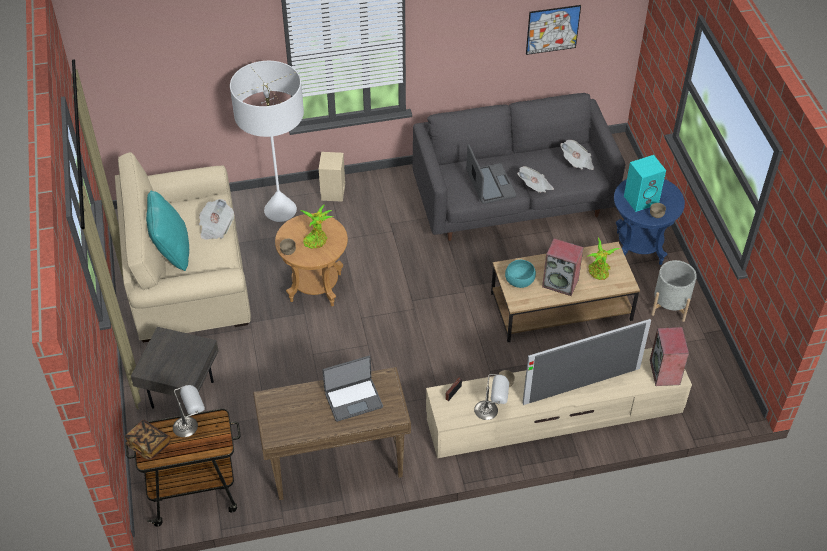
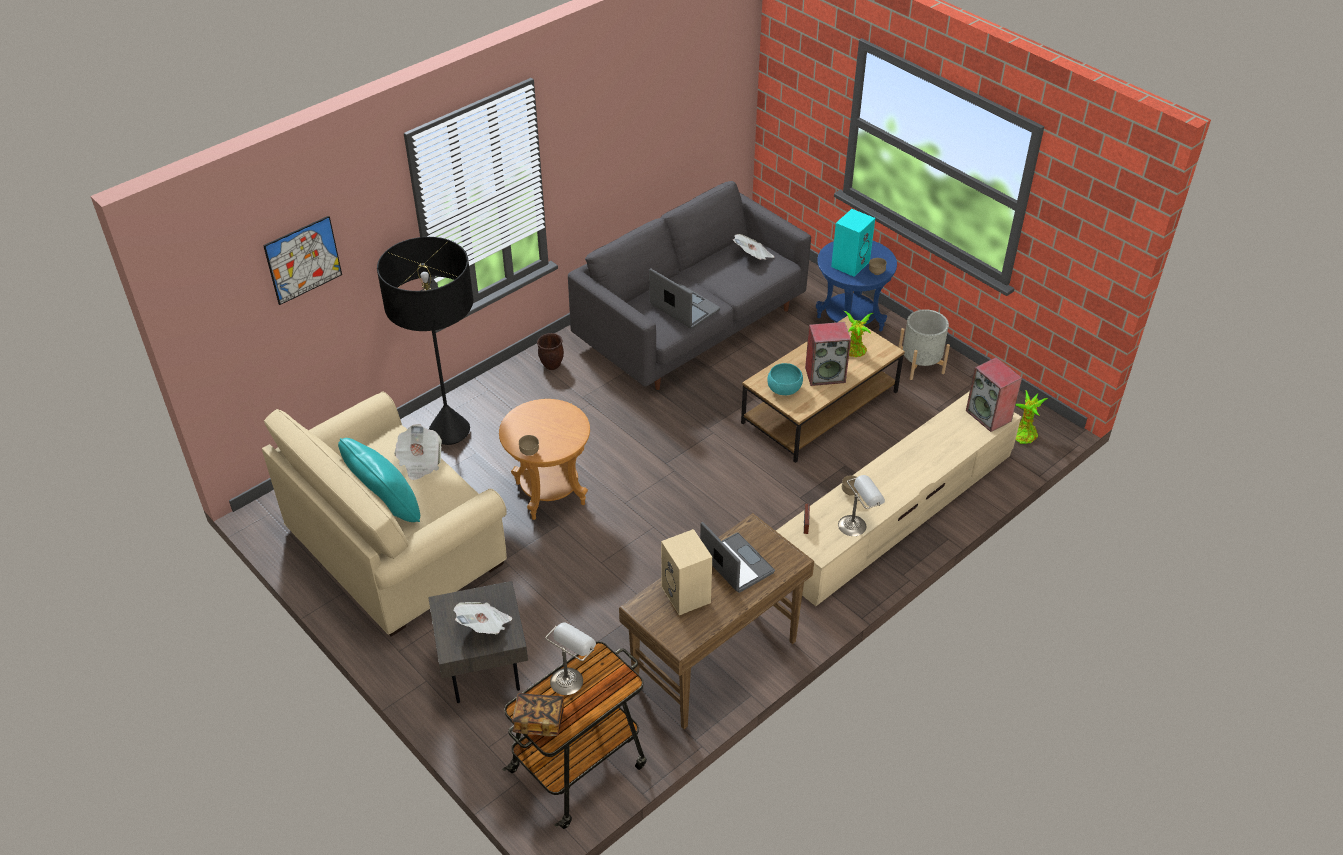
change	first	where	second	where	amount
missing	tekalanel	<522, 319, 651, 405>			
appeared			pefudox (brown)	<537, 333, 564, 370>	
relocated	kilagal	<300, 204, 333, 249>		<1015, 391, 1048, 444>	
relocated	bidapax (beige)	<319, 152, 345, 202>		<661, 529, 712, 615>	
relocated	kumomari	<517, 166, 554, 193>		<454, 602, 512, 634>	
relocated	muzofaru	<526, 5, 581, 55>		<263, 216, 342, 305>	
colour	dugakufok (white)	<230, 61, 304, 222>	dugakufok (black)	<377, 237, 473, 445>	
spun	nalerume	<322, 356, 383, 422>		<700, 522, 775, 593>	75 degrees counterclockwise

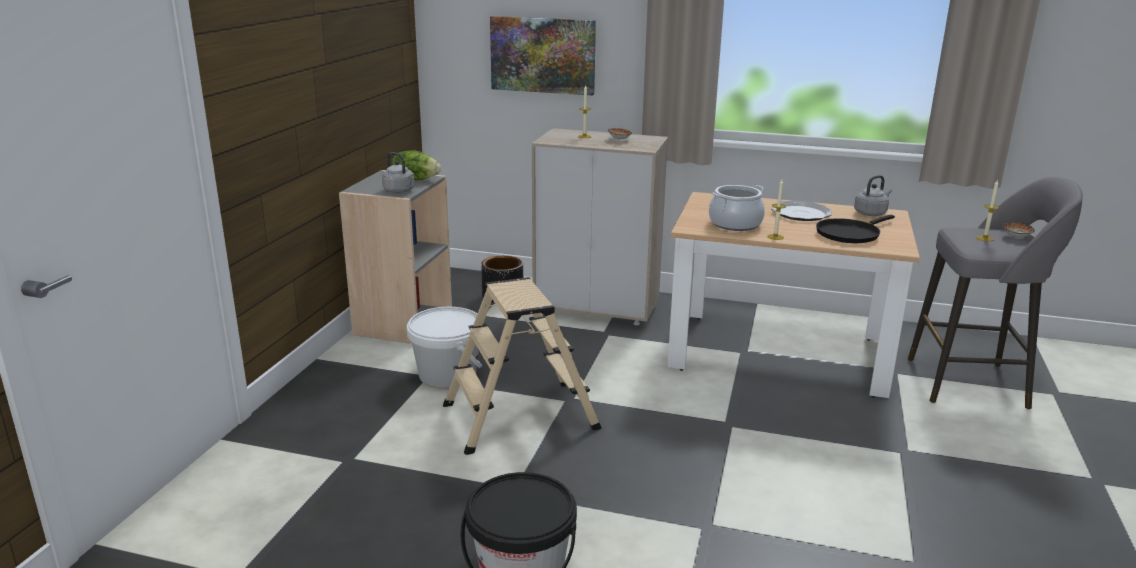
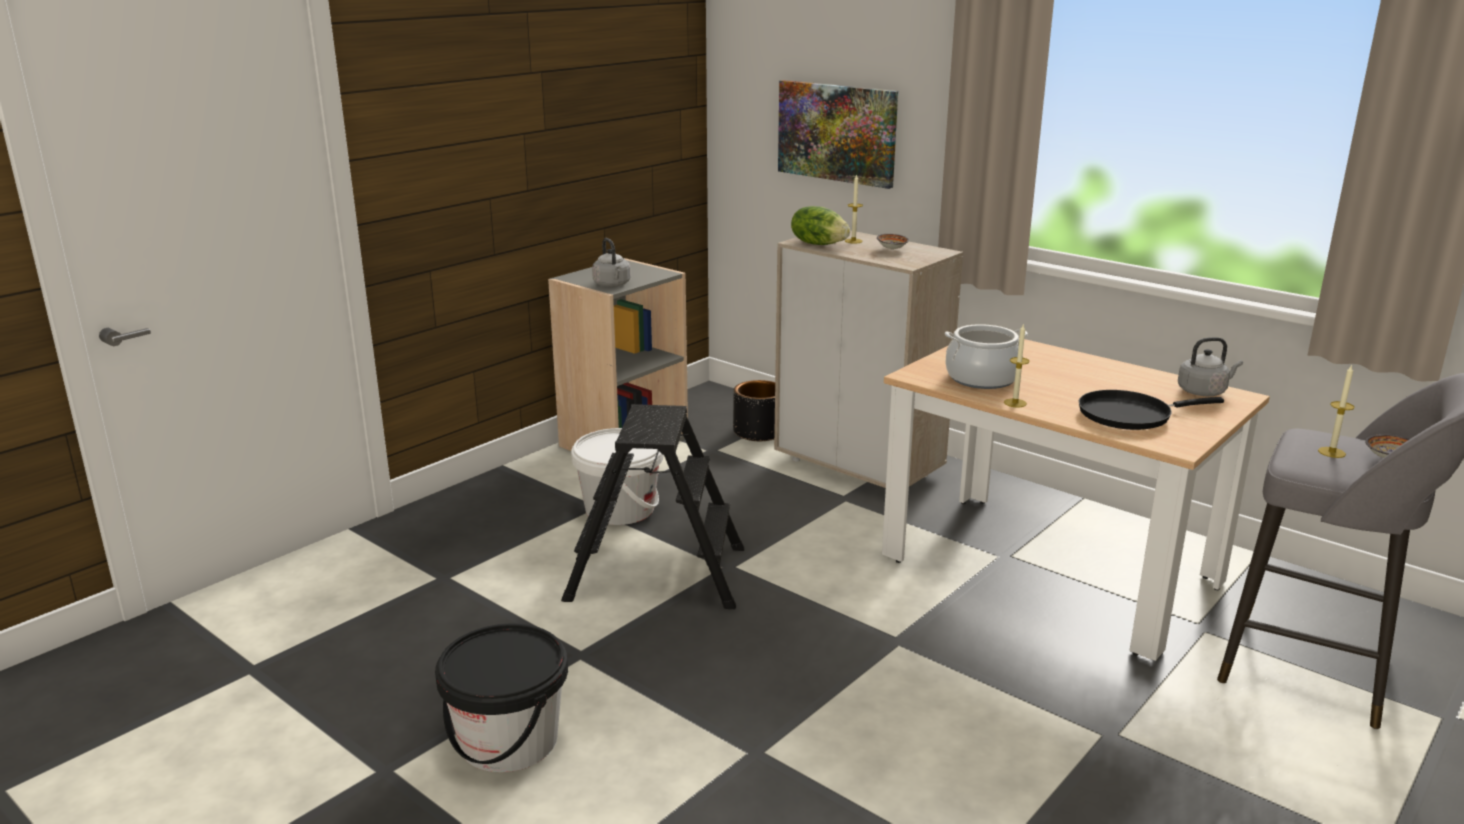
change	first	where	second	where	amount
missing	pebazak	<771, 201, 832, 221>			
relocated	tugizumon	<392, 151, 441, 180>		<791, 206, 850, 245>	
colour	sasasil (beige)	<443, 277, 602, 455>	sasasil (black)	<561, 404, 745, 609>	

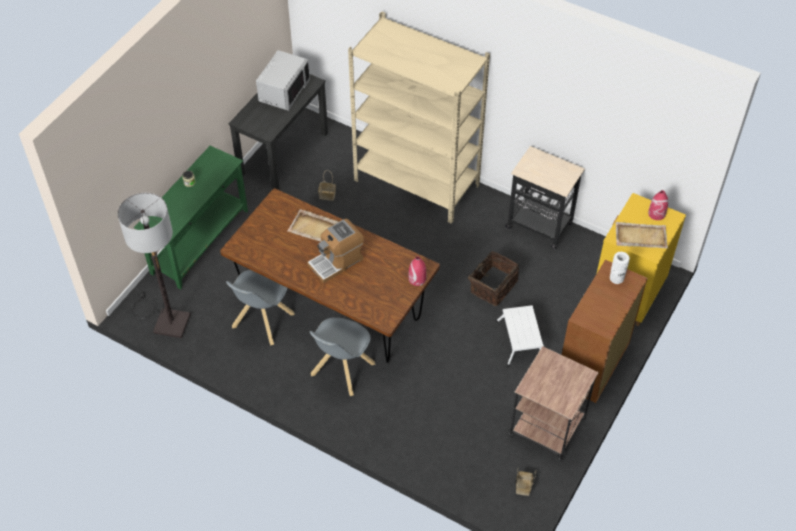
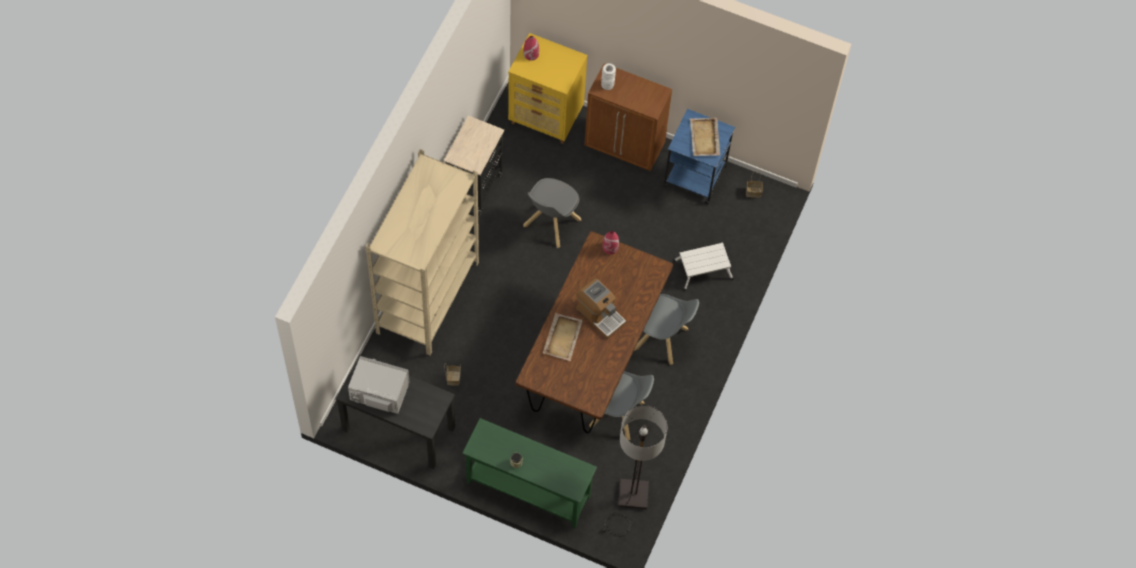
change	first	where	second	where	amount
relocated	sasasil (white)	<495, 305, 544, 367>		<673, 242, 734, 292>	
relocated	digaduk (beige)	<616, 222, 668, 248>		<690, 118, 720, 156>	
exchanged	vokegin	<468, 251, 519, 306>	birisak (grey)	<523, 178, 581, 248>	
colour	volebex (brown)	<509, 346, 599, 462>	volebex (blue)	<663, 109, 735, 204>	

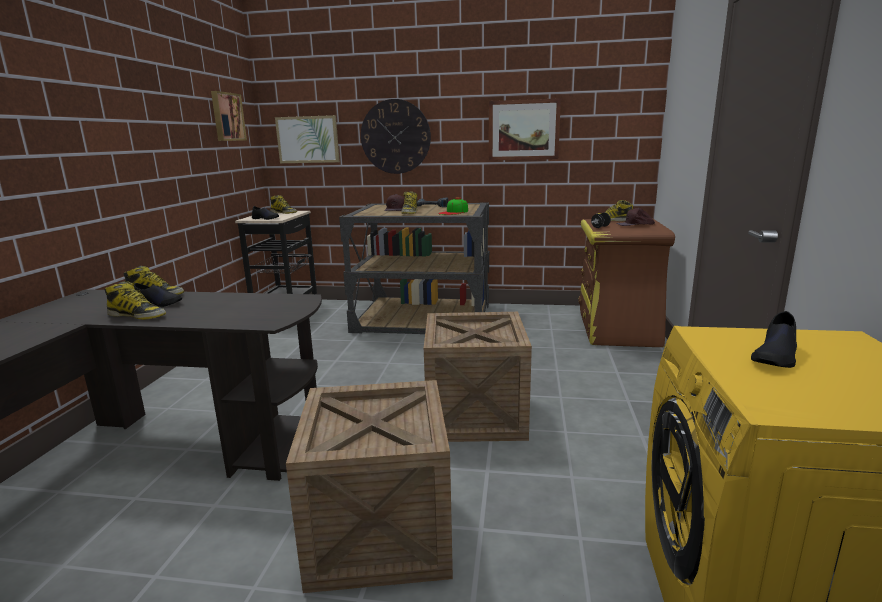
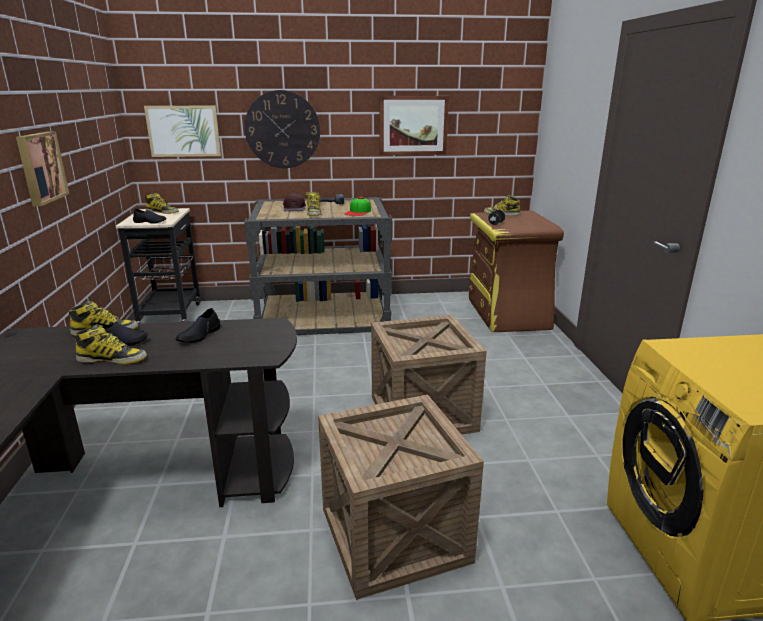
change	first	where	second	where	amount
missing	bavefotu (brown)	<617, 208, 655, 226>			
relocated	muzofaru	<211, 91, 247, 141>		<16, 131, 69, 206>	
relocated	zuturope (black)	<751, 311, 797, 368>		<175, 308, 220, 343>	

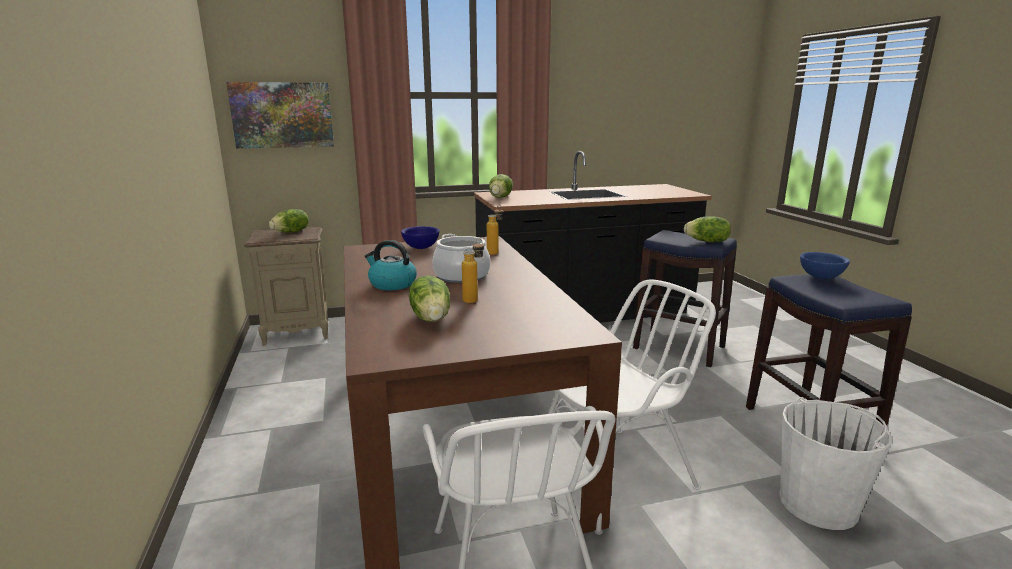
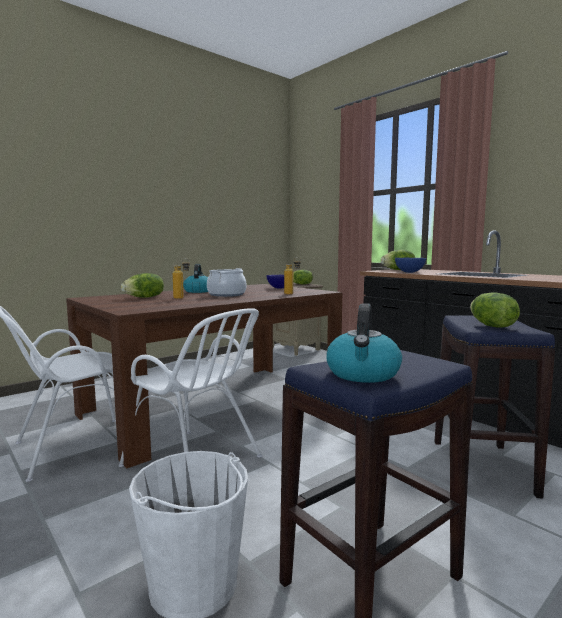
change	first	where	second	where	amount
missing	muzofaru	<226, 82, 334, 148>			
appeared			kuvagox	<326, 303, 402, 383>	
relocated	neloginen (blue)	<800, 252, 850, 279>		<395, 258, 426, 273>	

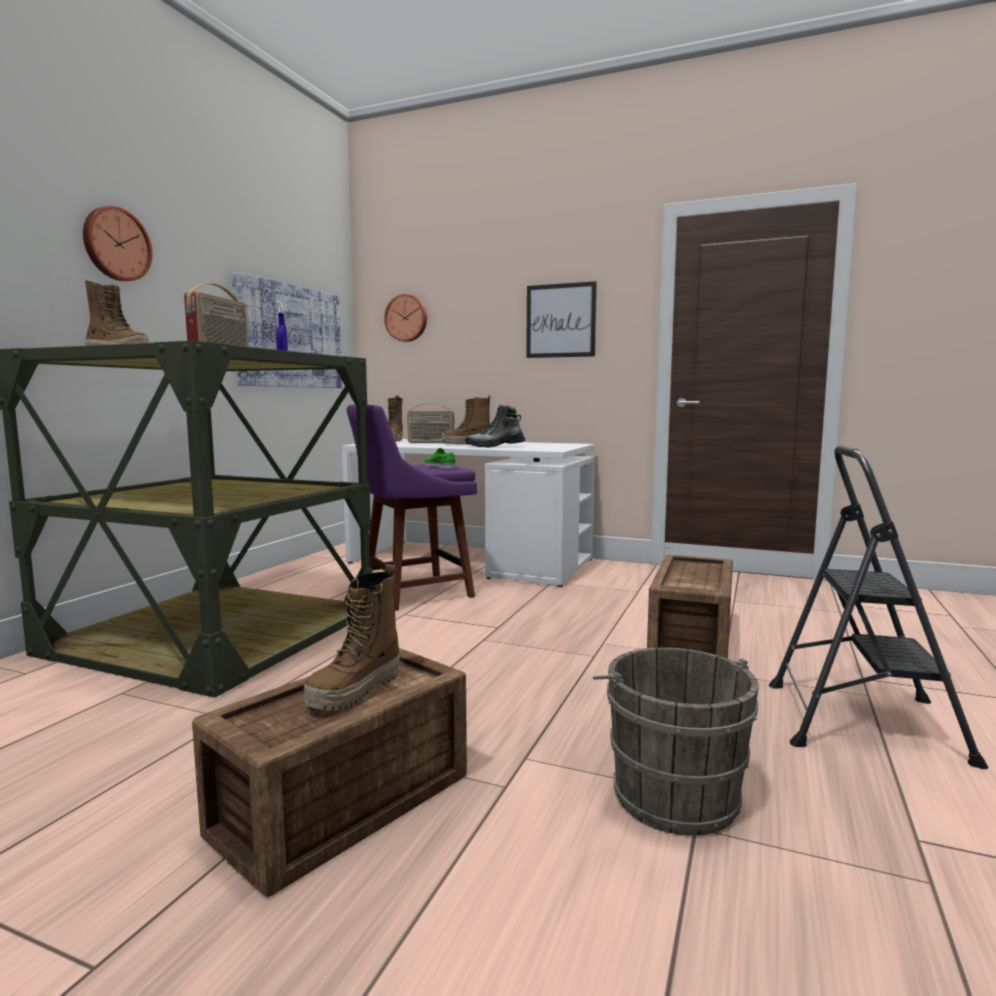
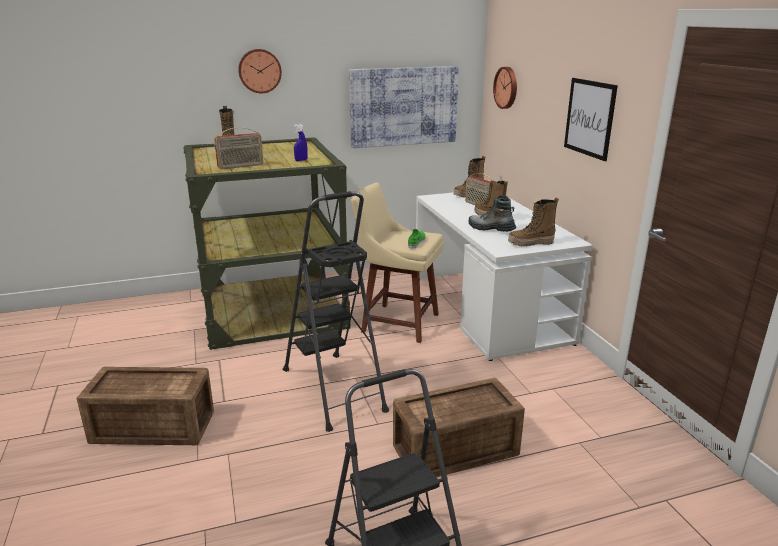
change	first	where	second	where	amount
missing	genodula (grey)	<593, 647, 759, 836>			
appeared			sasasil	<283, 191, 389, 432>	
relocated	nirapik	<304, 564, 400, 711>		<508, 198, 559, 246>	
colour	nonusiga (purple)	<347, 404, 477, 611>	nonusiga (beige)	<351, 183, 443, 343>	

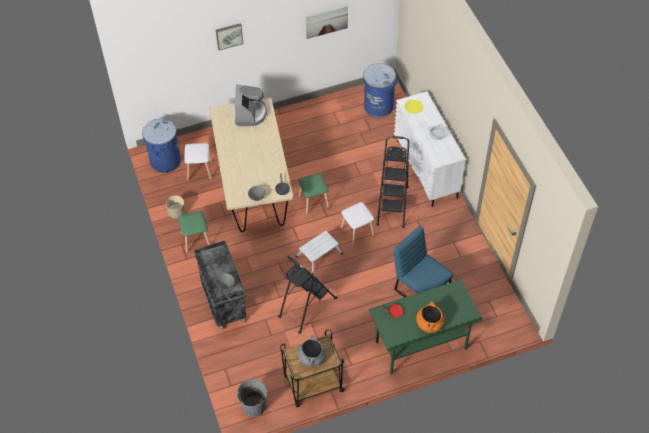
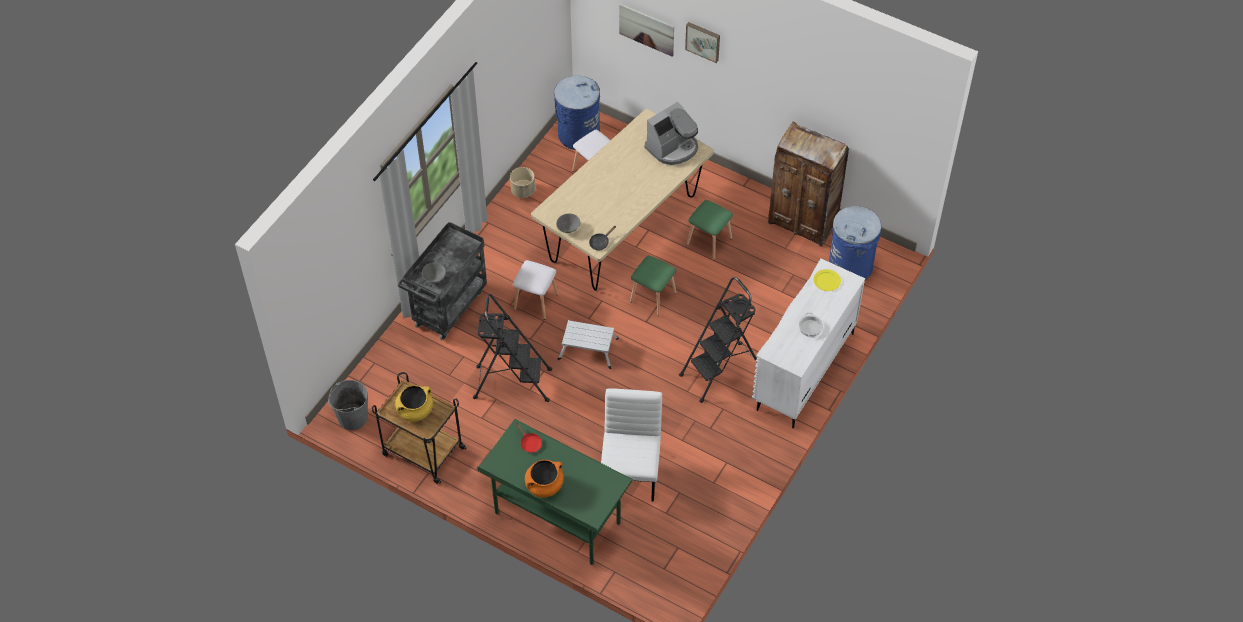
change	first	where	second	where	amount
appeared			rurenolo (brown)	<768, 121, 849, 247>	
relocated	nonusiga (green)	<178, 211, 210, 253>		<686, 200, 733, 260>	
relocated	muzofaru	<306, 6, 348, 39>		<619, 3, 674, 57>	
relocated	nonusiga (white)	<341, 202, 375, 246>		<513, 260, 559, 320>	
colour	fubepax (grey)	<298, 335, 326, 367>	fubepax (yellow)	<395, 385, 433, 422>	
colour	birisak (blue)	<394, 226, 454, 297>	birisak (white)	<601, 388, 662, 502>	

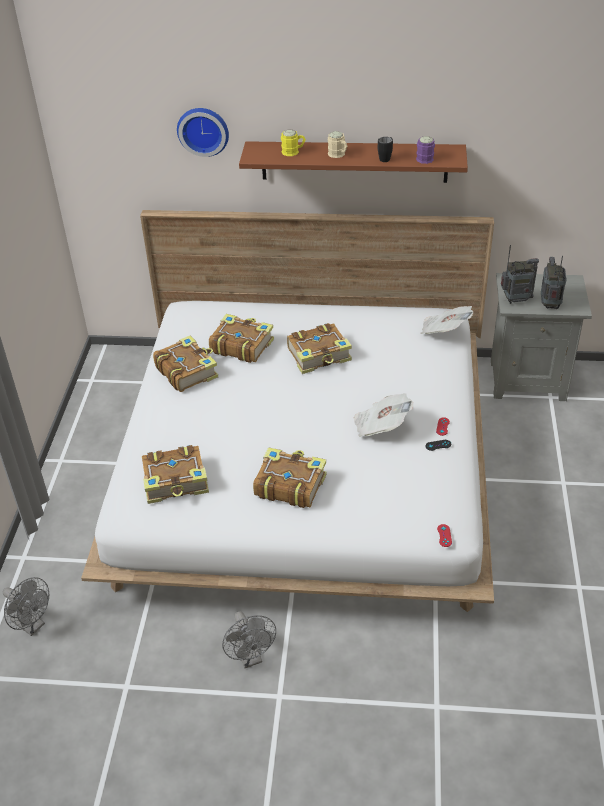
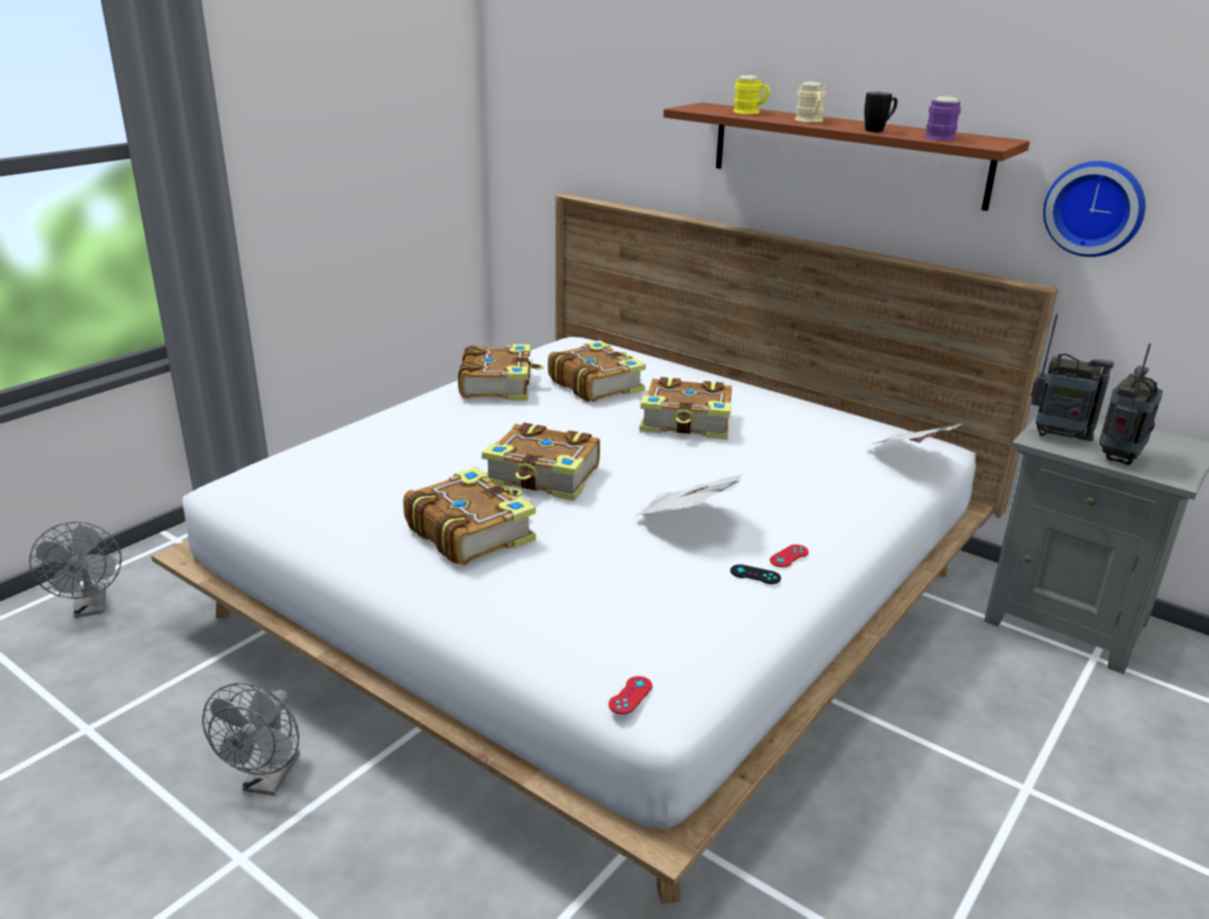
change	first	where	second	where	amount
relocated	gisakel	<142, 445, 209, 504>		<482, 423, 600, 501>	
relocated	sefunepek	<177, 108, 229, 157>		<1043, 161, 1145, 257>	

